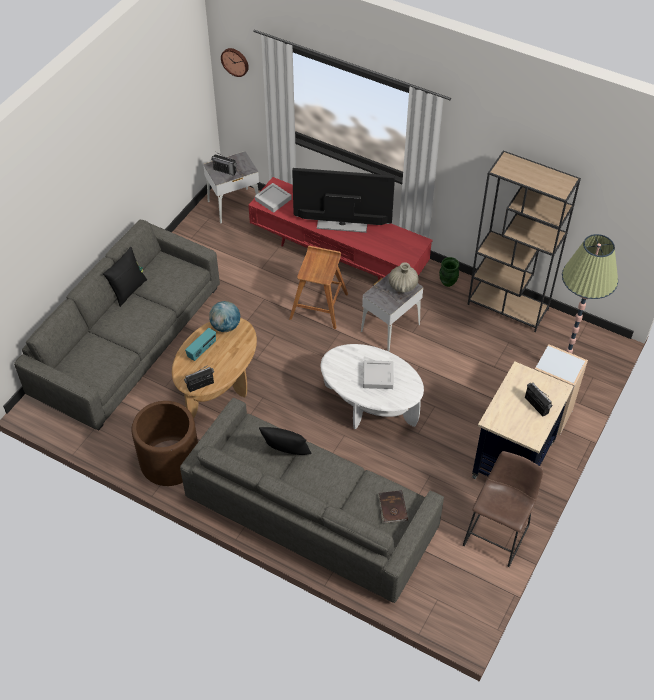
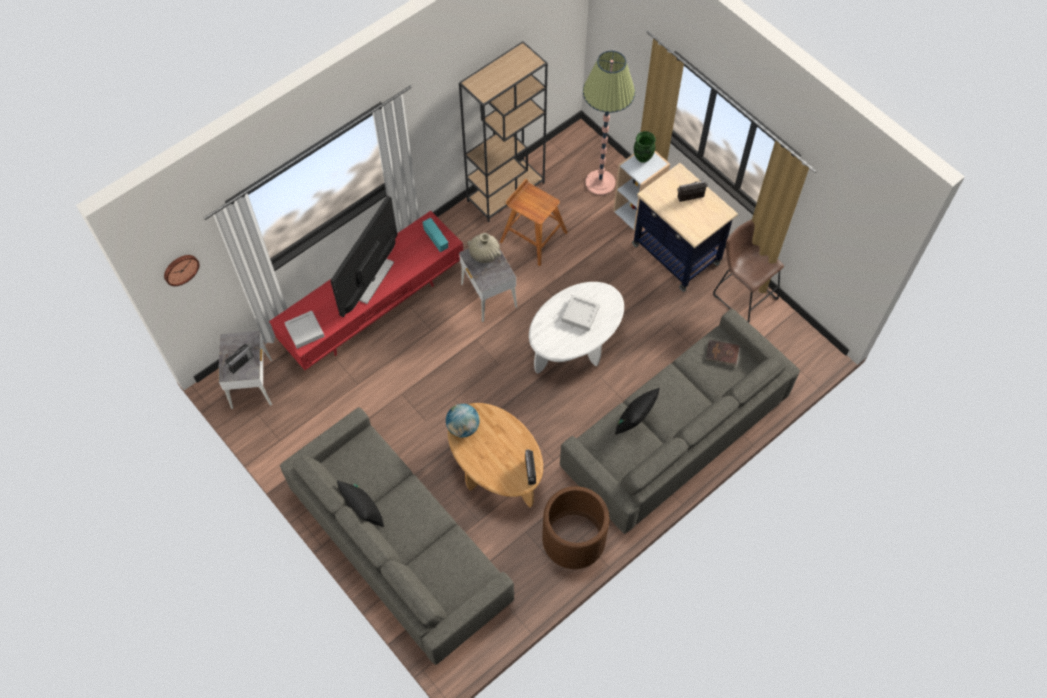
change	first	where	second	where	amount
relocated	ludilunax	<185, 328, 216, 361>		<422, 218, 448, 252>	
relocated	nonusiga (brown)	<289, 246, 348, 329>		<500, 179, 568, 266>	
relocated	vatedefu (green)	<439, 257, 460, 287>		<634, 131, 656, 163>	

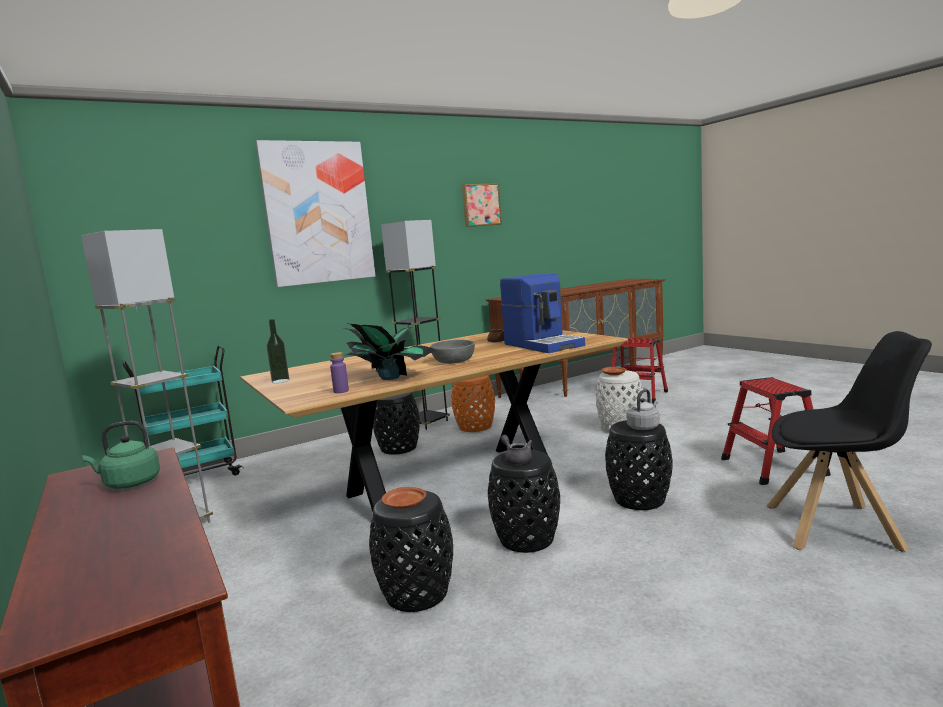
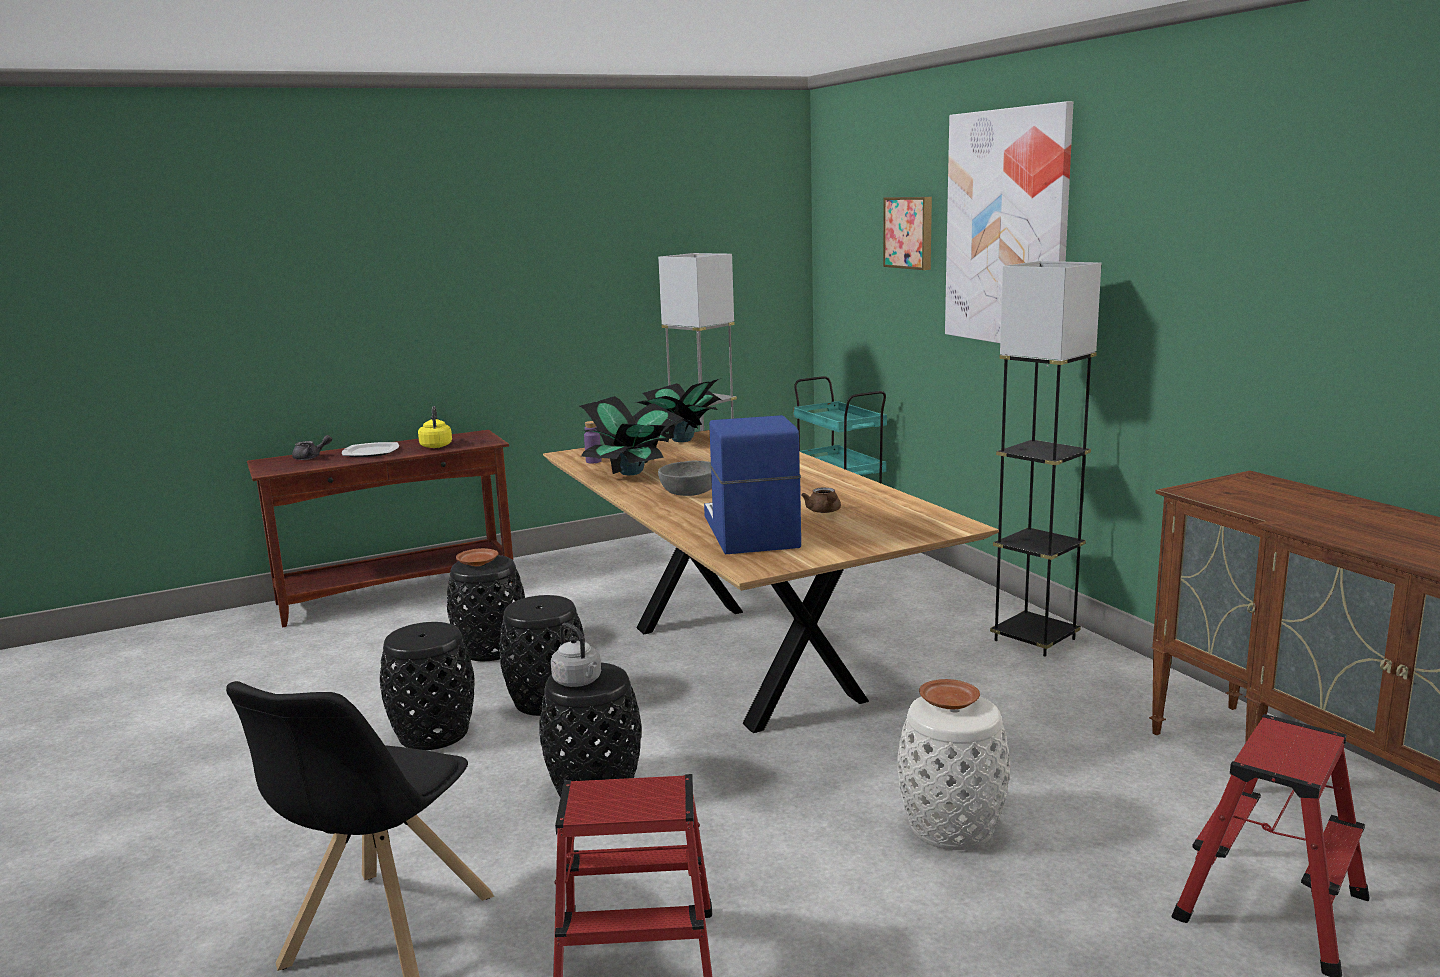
change	first	where	second	where	amount
missing	nonusiga (orange)	<451, 375, 495, 432>			
appeared			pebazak	<342, 442, 399, 457>	
relocated	nonusiga (black)	<373, 392, 420, 455>		<380, 622, 475, 750>	
relocated	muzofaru	<462, 183, 502, 227>		<883, 197, 932, 270>	
relocated	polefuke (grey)	<500, 435, 532, 465>		<292, 435, 332, 460>	
exchanged	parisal	<266, 319, 289, 383>	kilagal	<635, 378, 722, 442>	
colour	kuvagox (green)	<83, 421, 160, 489>	kuvagox (yellow)	<418, 406, 452, 448>	
spun	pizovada	<500, 274, 585, 353>		<704, 415, 801, 554>	105 degrees clockwise

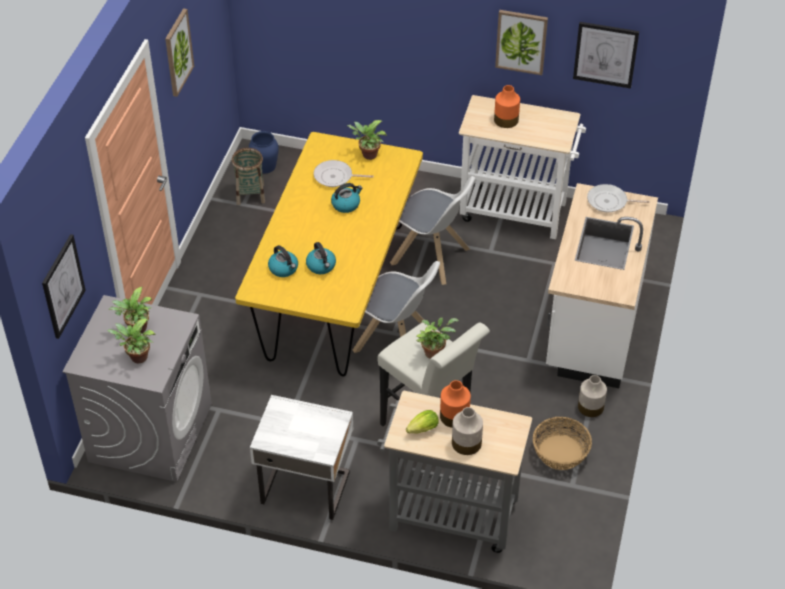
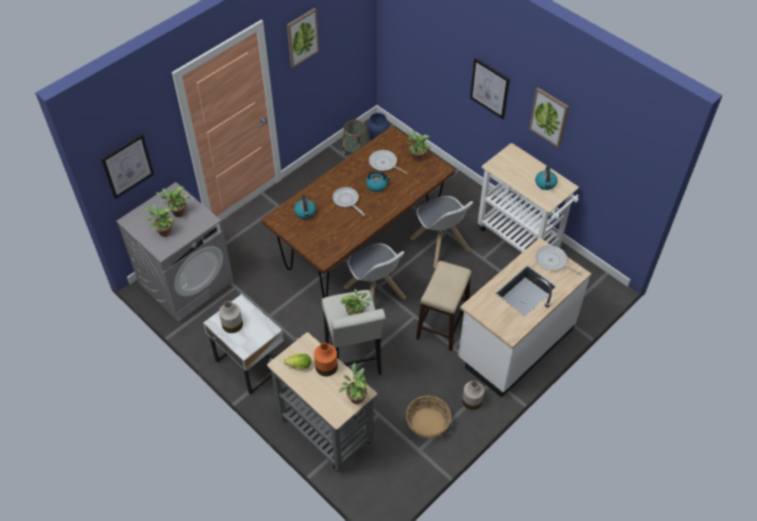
change	first	where	second	where	amount
missing	vatedefu (orange)	<494, 85, 520, 128>			
appeared			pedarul	<333, 187, 365, 216>	
appeared			kilagal	<339, 363, 368, 404>	
appeared			nonusiga	<416, 261, 472, 351>	
relocated	kuvagox	<306, 242, 336, 274>		<535, 166, 558, 190>	
relocated	vatedefu (beige)	<452, 407, 483, 455>		<219, 301, 243, 333>	
relocated	muzofaru	<573, 22, 639, 89>		<470, 58, 510, 119>	
colour	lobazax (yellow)	<235, 132, 423, 377>	lobazax (brown)	<262, 126, 455, 298>	

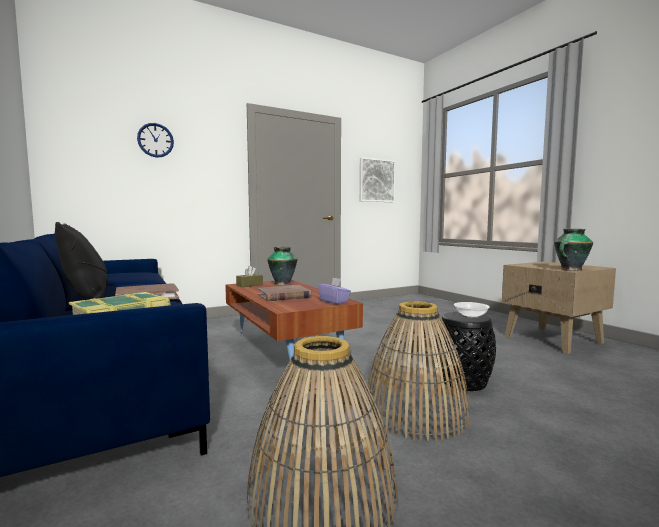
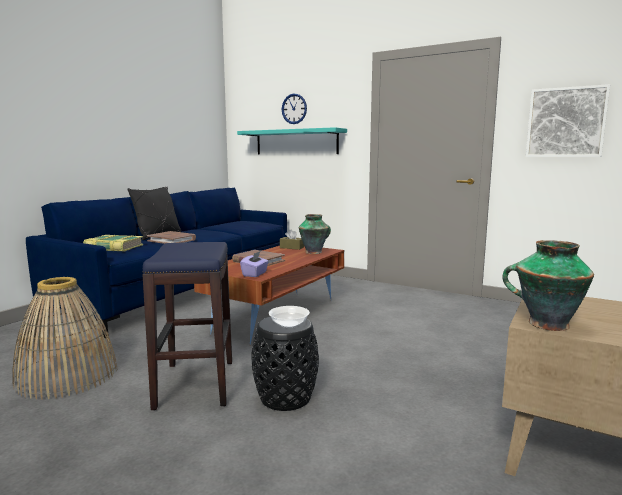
change	first	where	second	where	amount
appeared			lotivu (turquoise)	<237, 127, 347, 155>	
exchanged	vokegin	<367, 301, 470, 441>	nonusiga	<142, 242, 232, 410>	

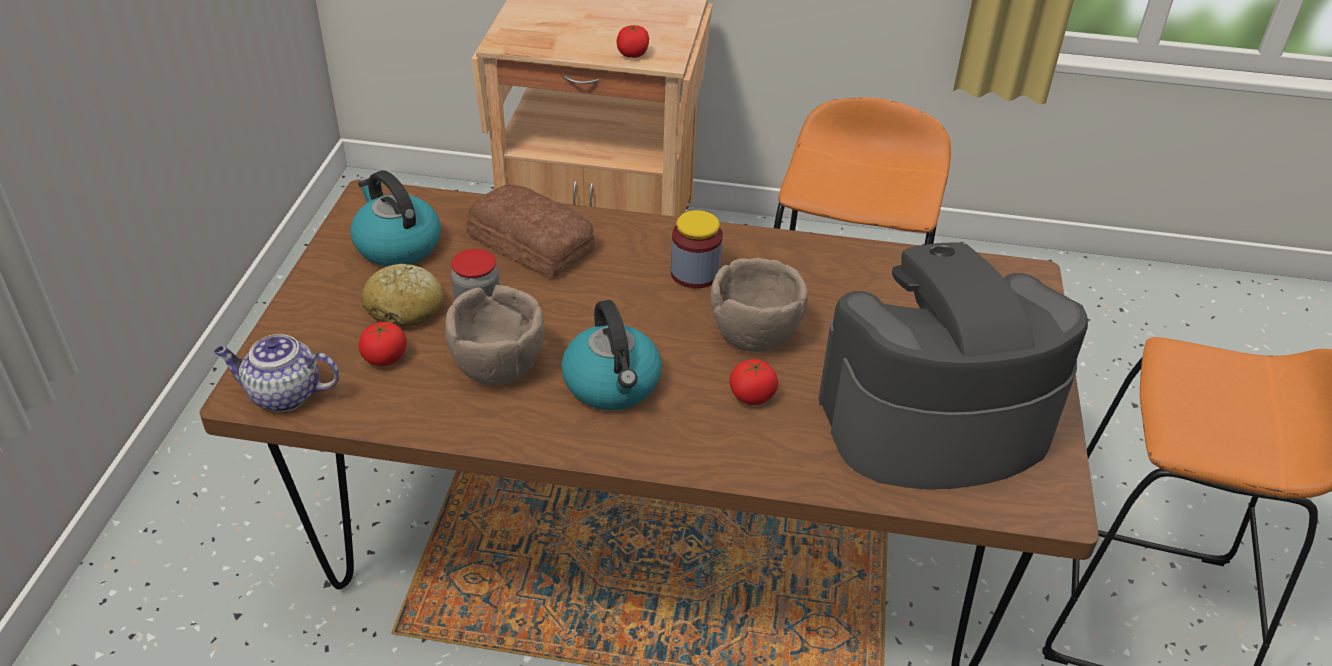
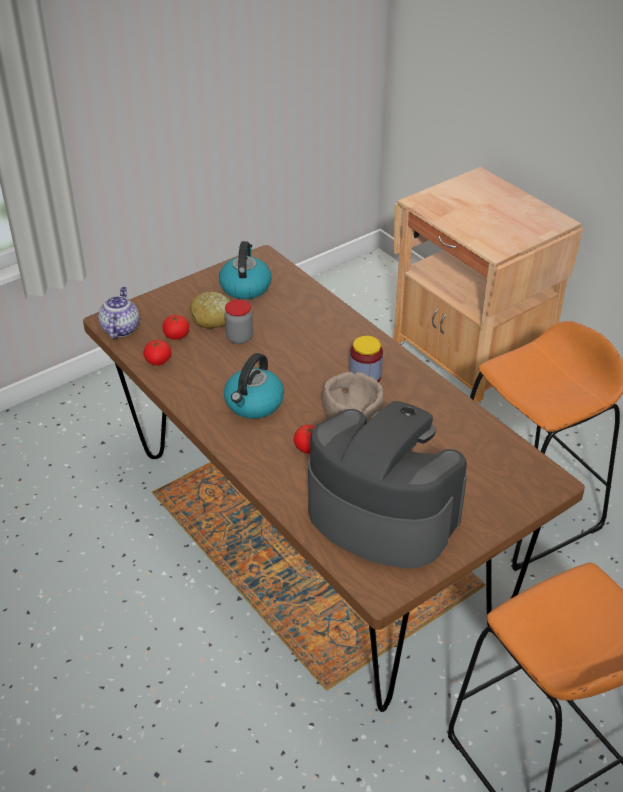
change	first	where	second	where	amount
missing	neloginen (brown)	<445, 285, 544, 385>			
missing	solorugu	<467, 184, 595, 279>			
relocated	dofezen	<617, 25, 649, 58>		<143, 340, 171, 365>	
spun	polefuke	<214, 334, 340, 412>		<98, 287, 139, 339>	45 degrees clockwise

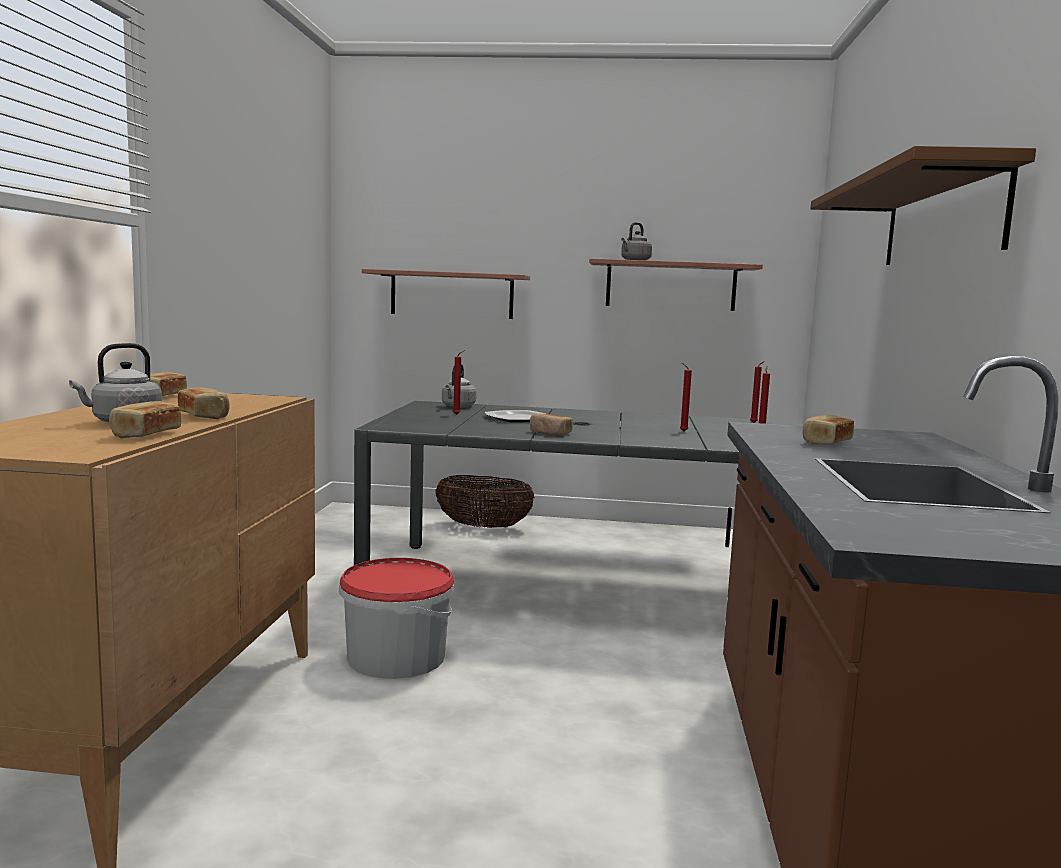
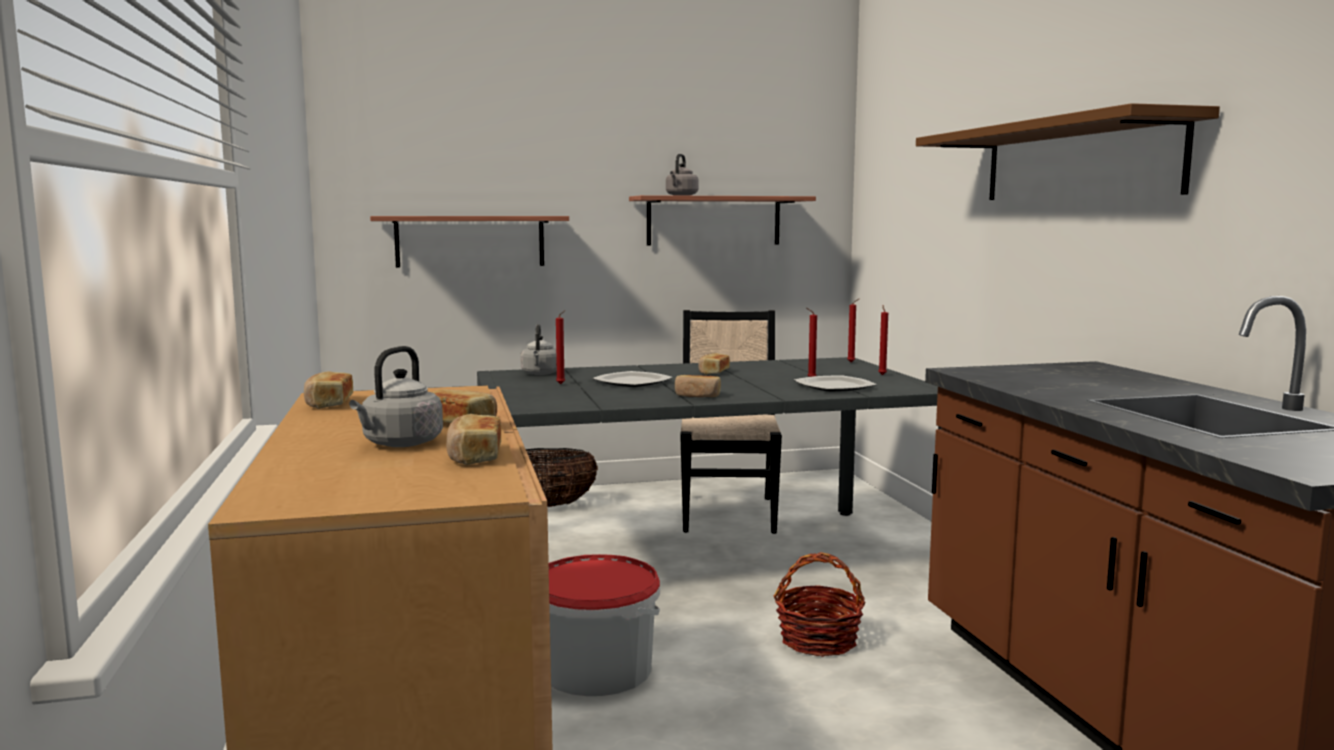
change	first	where	second	where	amount
appeared			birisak	<680, 310, 782, 534>	
appeared			vokegin	<774, 552, 866, 657>	
appeared			pebazak	<794, 375, 877, 392>	
relocated	solorugu	<803, 415, 854, 445>		<698, 353, 730, 375>	

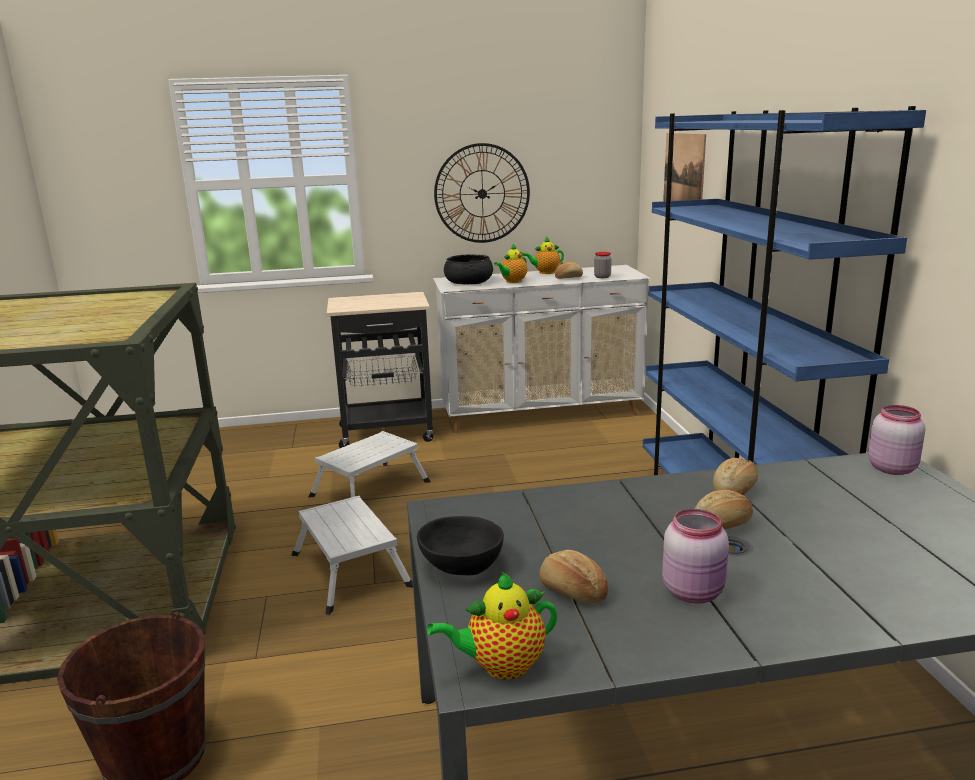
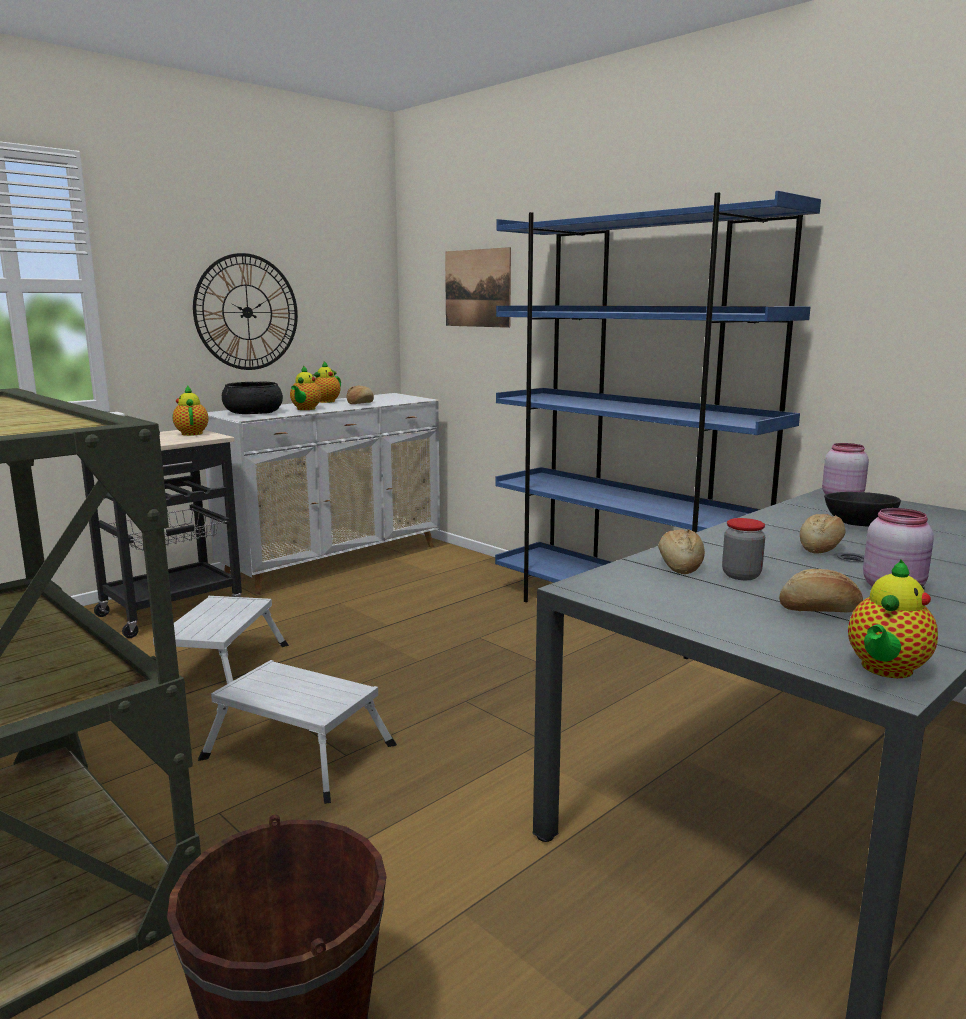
change	first	where	second	where	amount
appeared			polefuke	<173, 386, 209, 436>	
relocated	neloginen (black)	<417, 516, 504, 575>		<824, 492, 901, 526>	
relocated	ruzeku	<594, 252, 612, 278>		<722, 518, 765, 580>	
relocated	solorugu	<713, 458, 758, 495>		<658, 529, 705, 574>	

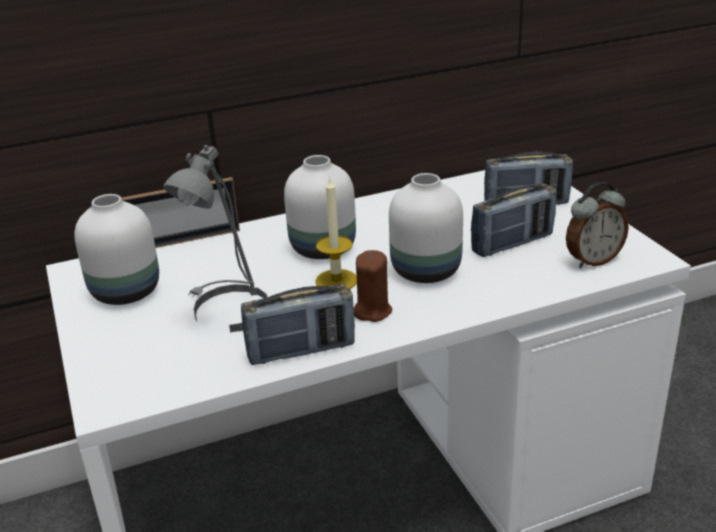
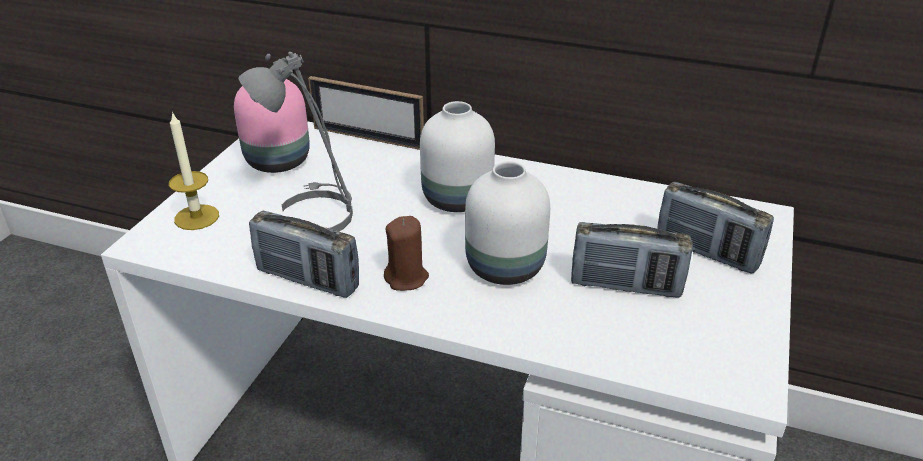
change	first	where	second	where	amount
missing	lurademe	<566, 182, 629, 268>			
relocated	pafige	<315, 176, 357, 289>		<169, 111, 219, 230>	
colour	vatedefu (white)	<74, 194, 159, 305>	vatedefu (pink)	<234, 79, 310, 173>	

